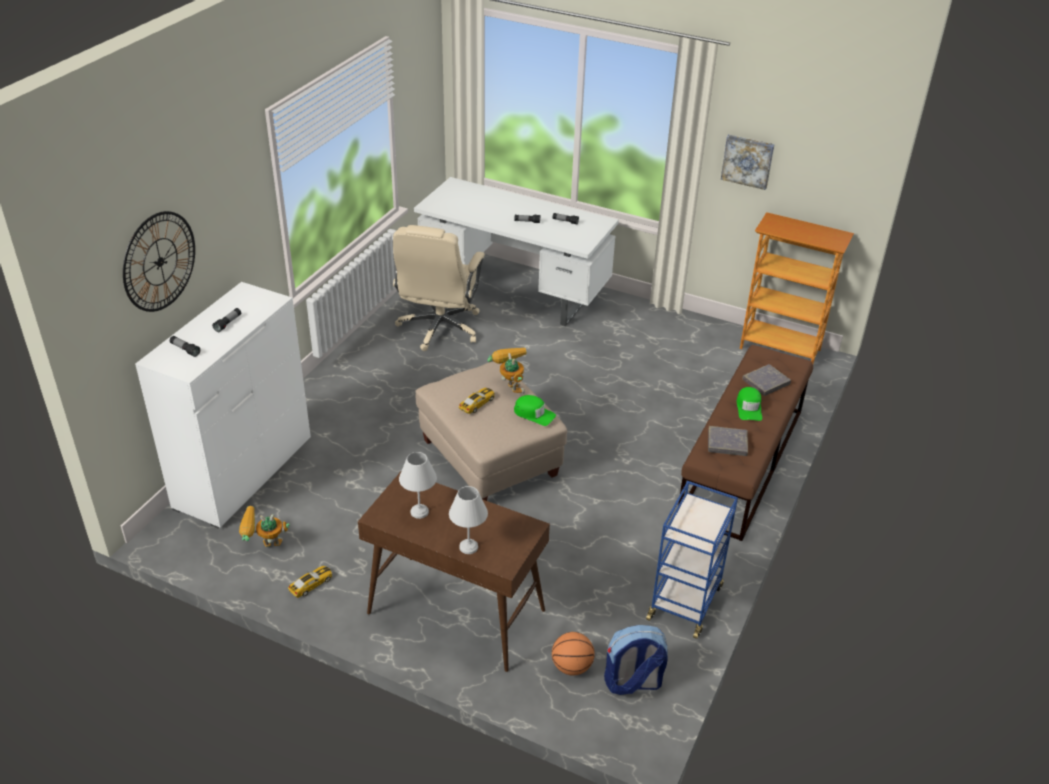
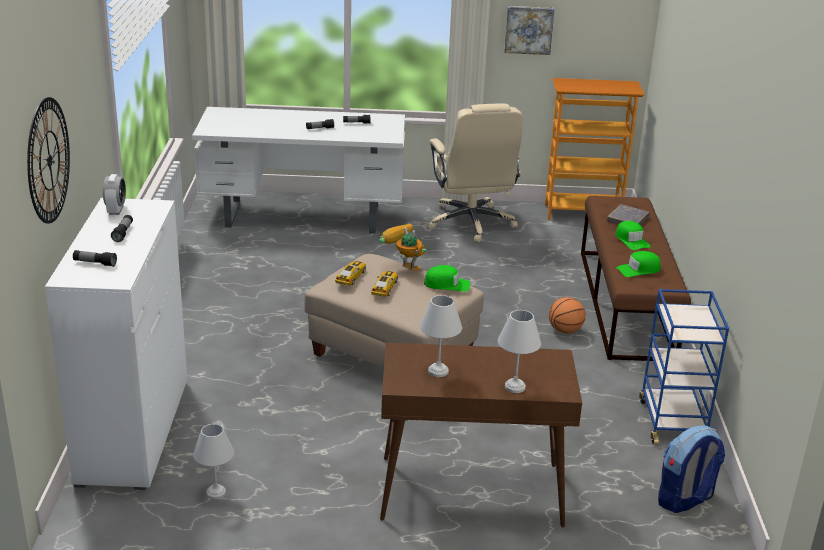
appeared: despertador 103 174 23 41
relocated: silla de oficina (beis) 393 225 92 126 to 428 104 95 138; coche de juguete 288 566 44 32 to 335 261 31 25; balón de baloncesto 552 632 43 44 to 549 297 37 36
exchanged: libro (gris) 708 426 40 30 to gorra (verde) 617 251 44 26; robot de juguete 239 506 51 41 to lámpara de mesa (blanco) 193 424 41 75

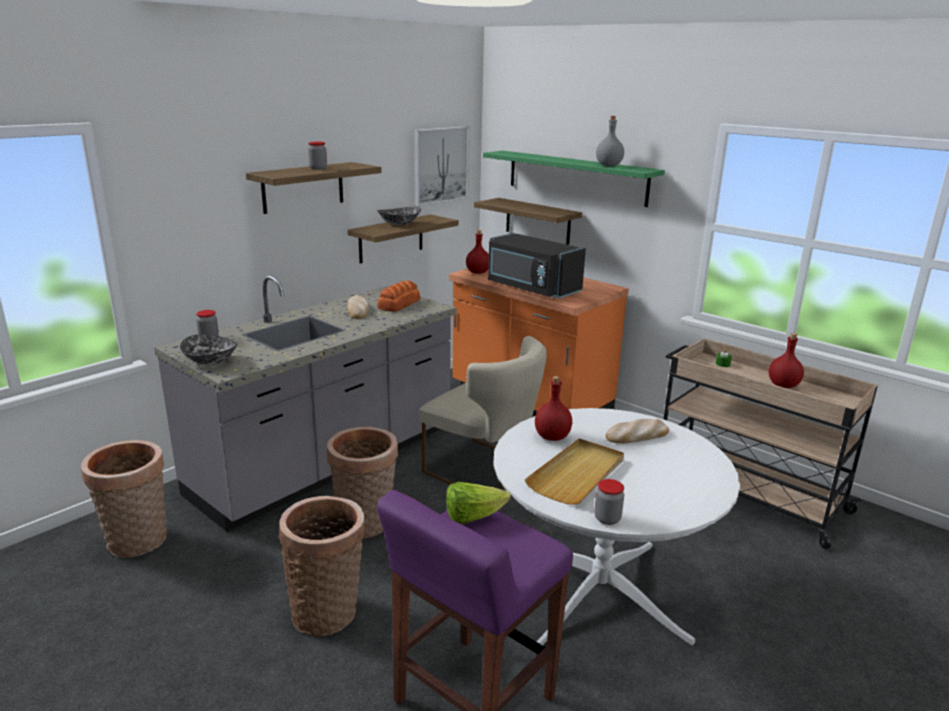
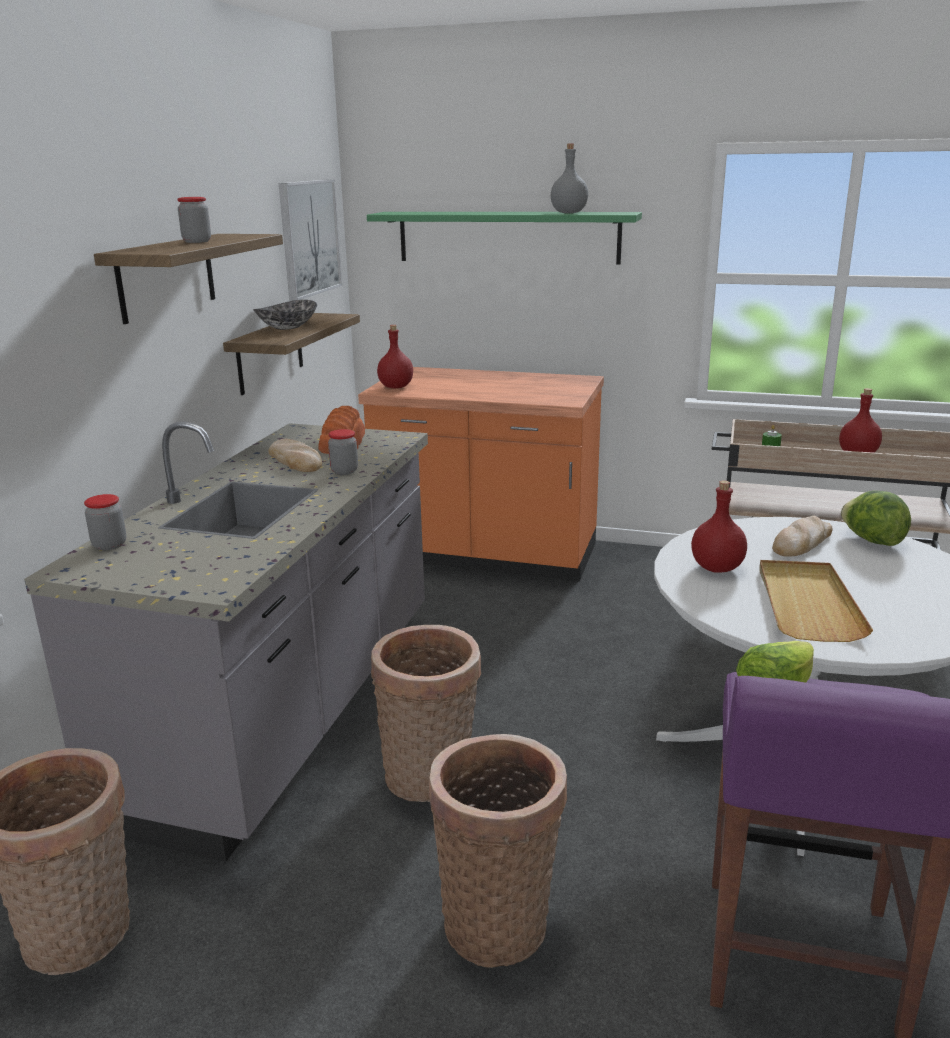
missing: estante 474 198 108 47; microondas (negro) 488 233 98 66; cuenco 180 334 57 31; silla (beis) 419 336 128 154
appeared: lechuga 841 491 70 55
relocated: tarro 594 479 30 46 to 328 429 30 46

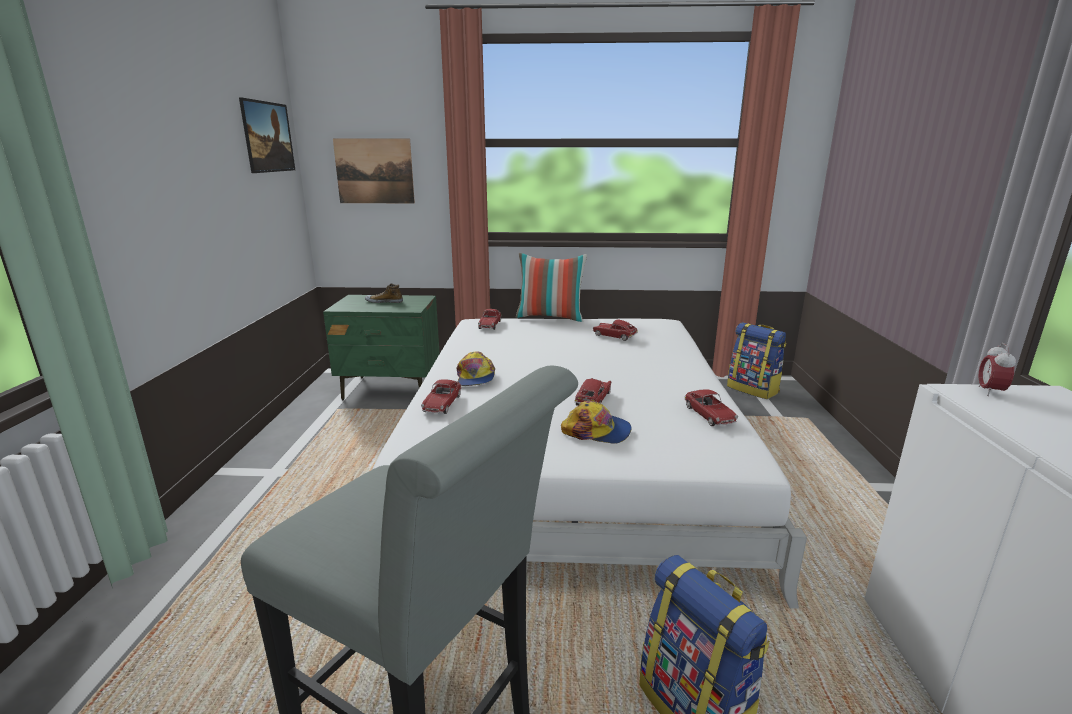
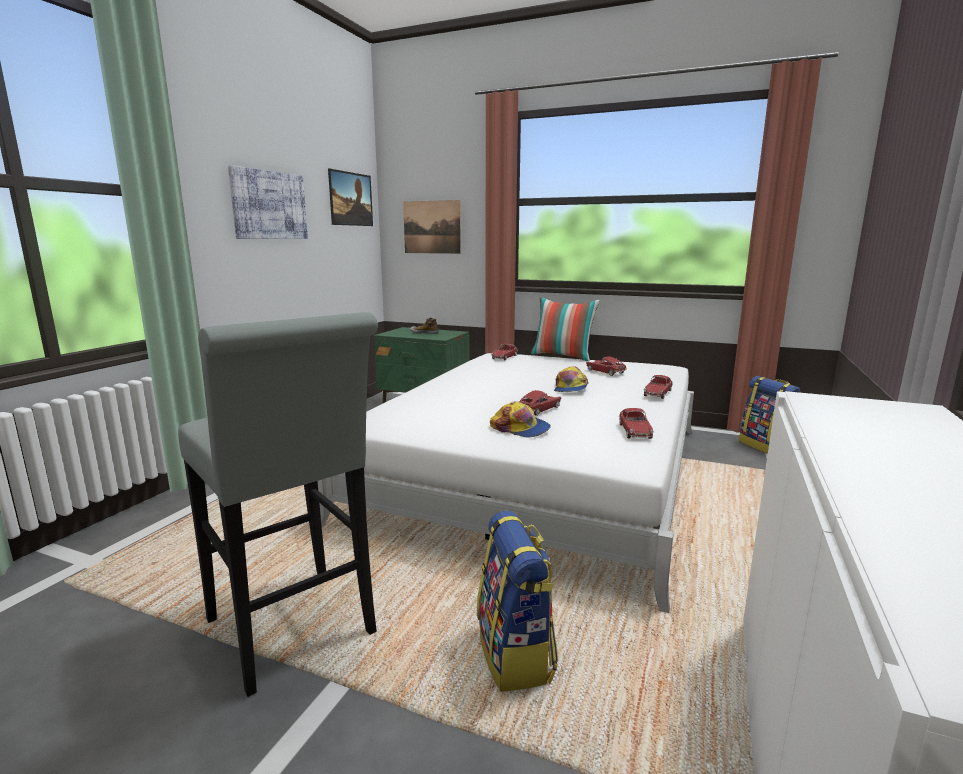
missing: despertador 979 343 37 53
appeared: cuadro 228 165 80 74
relocated: gorra 457 351 38 35 to 554 366 35 26; coche de juguete 421 379 41 35 to 644 375 29 24

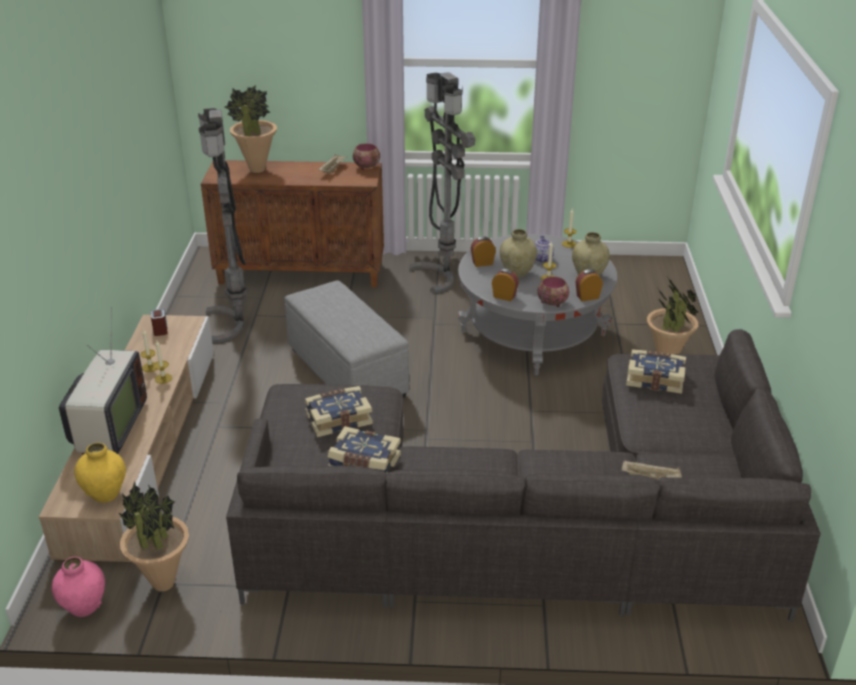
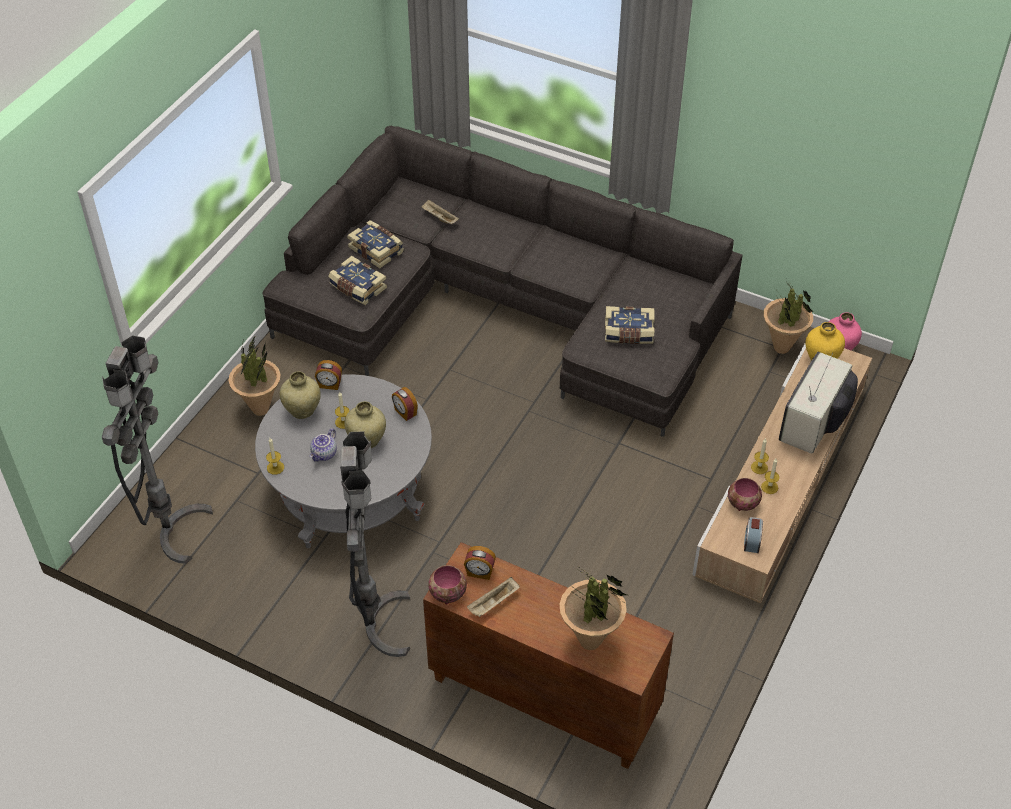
missing: puf (gris) 284 280 125 118
relocated: lámpara de pie (gris) 198 108 50 236 to 102 335 111 229; despertador 471 236 25 31 to 464 546 32 34; cuenco 538 276 31 31 to 728 478 34 33; libro 328 426 73 47 to 347 220 57 48

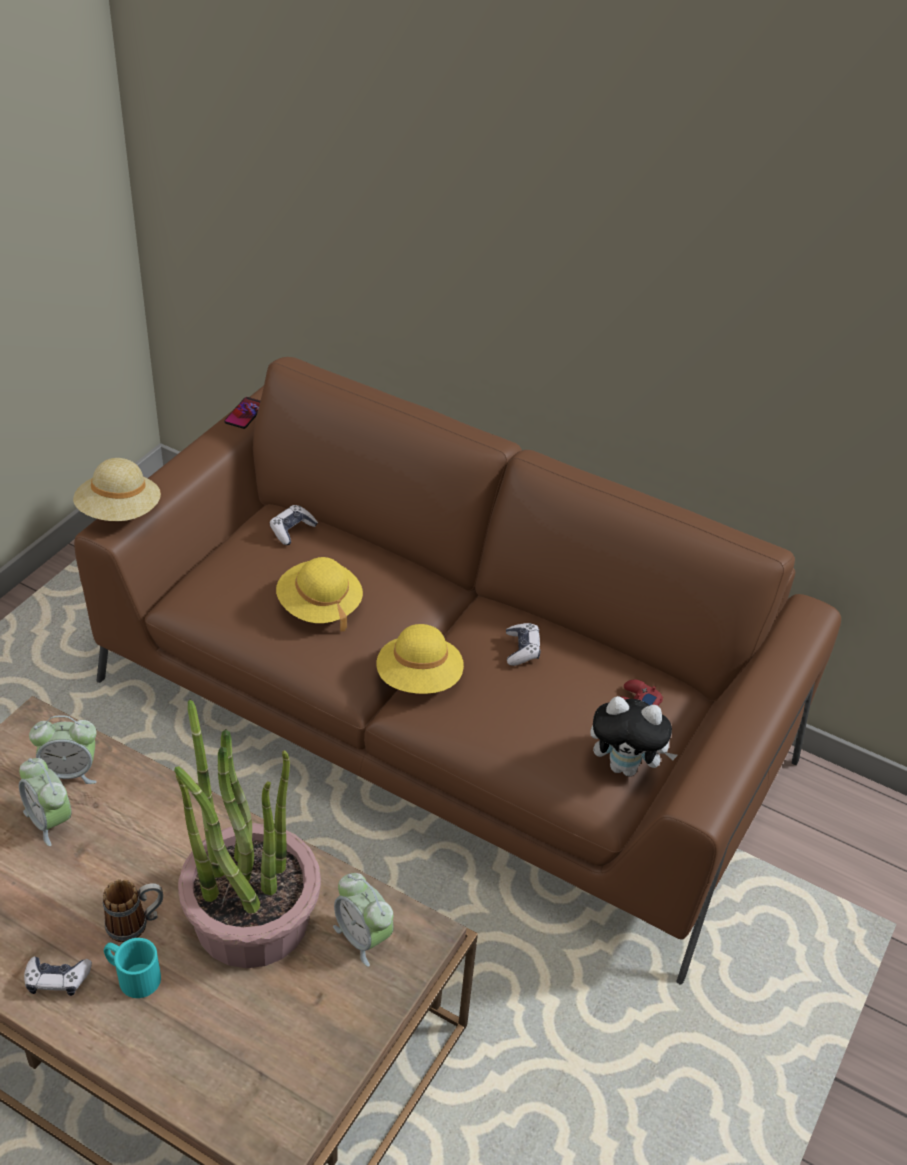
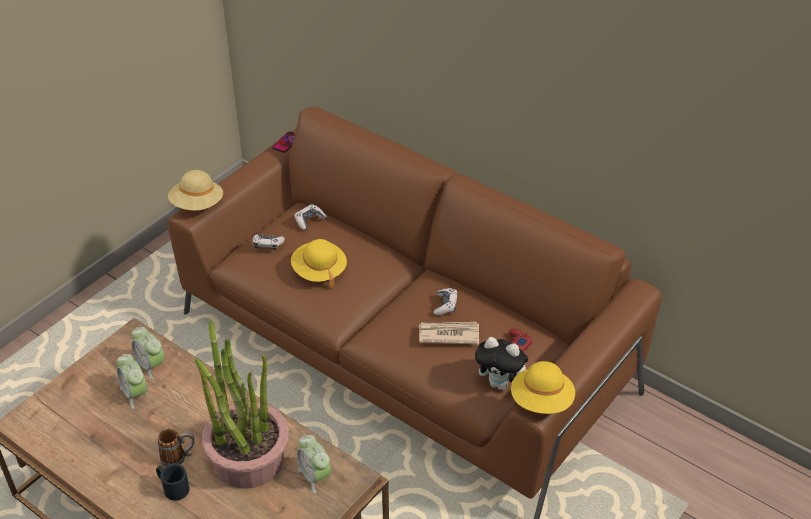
appeared: periódico 419 322 60 23
relocated: sombrero (amarillo) 377 624 87 70 to 511 361 64 53; mando de consola 24 956 68 40 to 252 234 33 16
colour: taza grande (turquesa) 104 938 57 60 to taza grande (negro) 156 464 34 37
spun: despertador 29 715 68 69 = 131 327 33 52 45 degrees clockwise

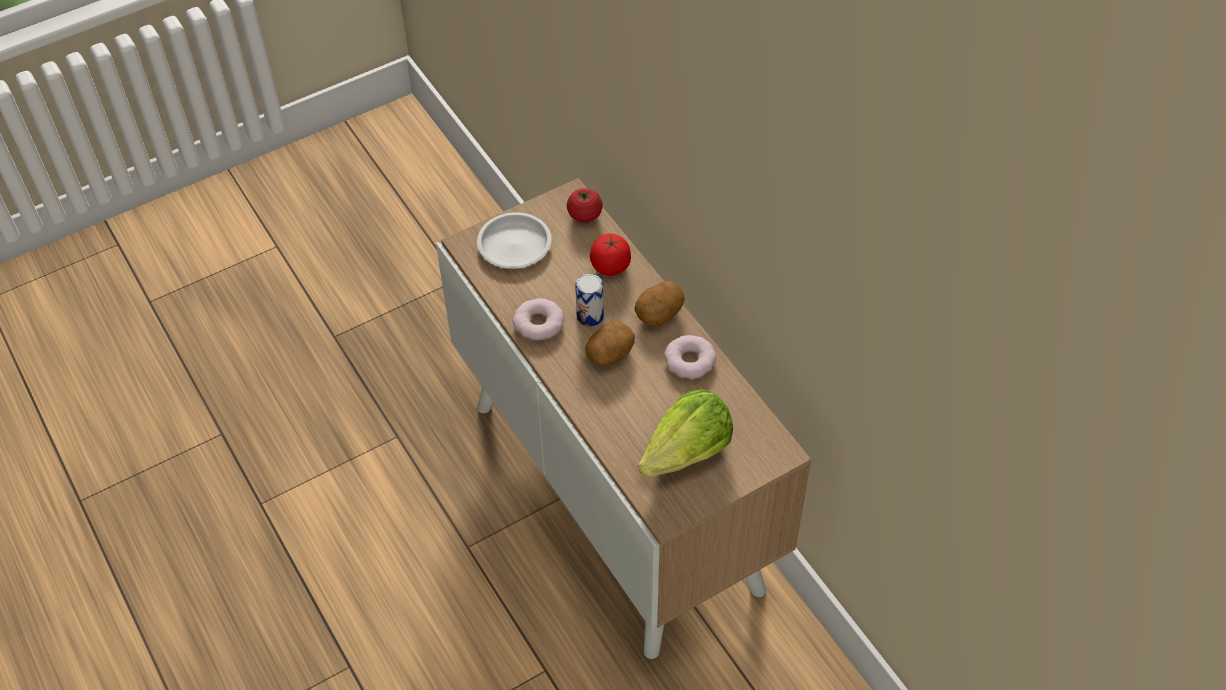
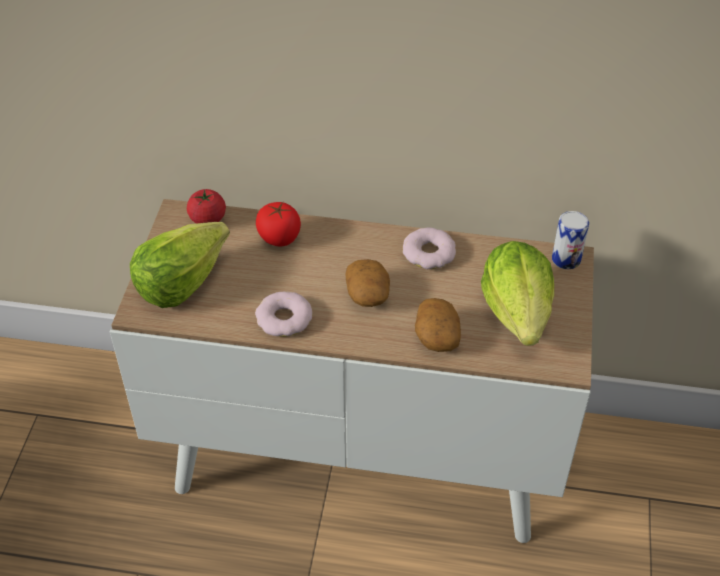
relocated: lata 575 274 29 53 to 552 211 37 58; patata 635 281 50 47 to 415 298 46 54
exchanged: plato (blanco) 477 213 74 56 to lechuga 130 222 100 86

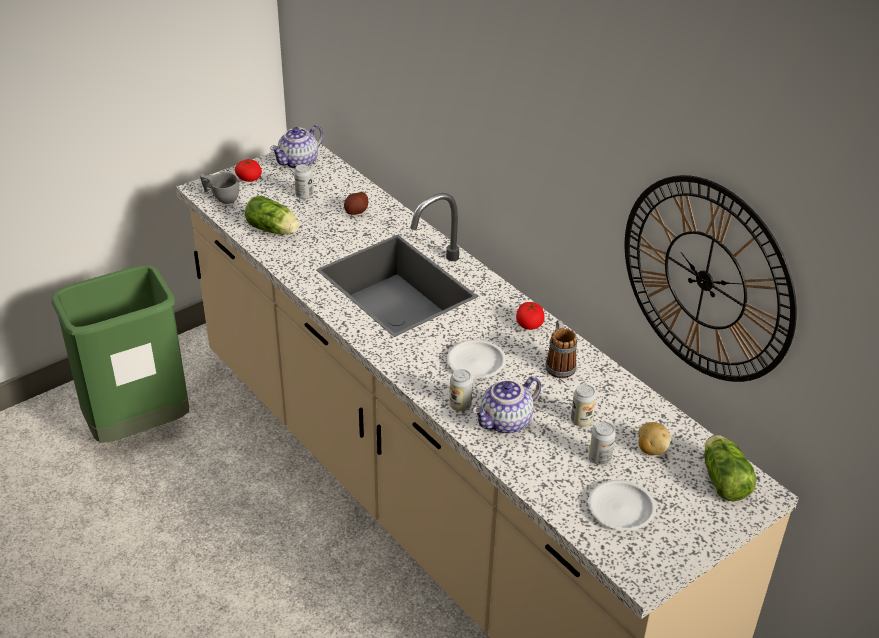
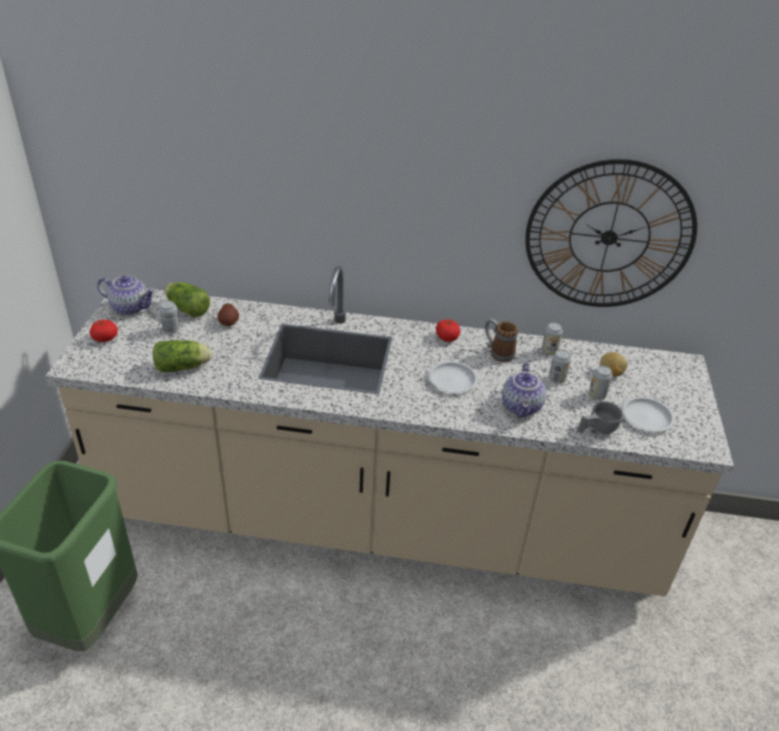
relocated: taza (gris) 200 172 39 32 to 577 401 46 33; lata 449 369 24 42 to 542 322 21 33; lechuga 704 435 53 66 to 164 282 46 35
spun: tetera 270 125 54 44 = 97 276 59 39 75 degrees counterclockwise

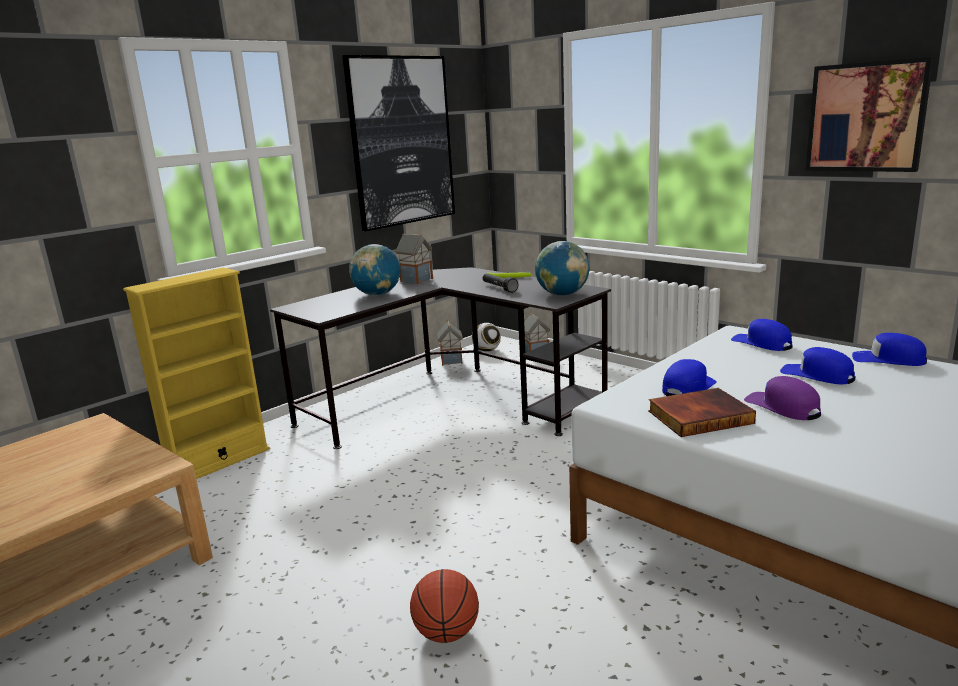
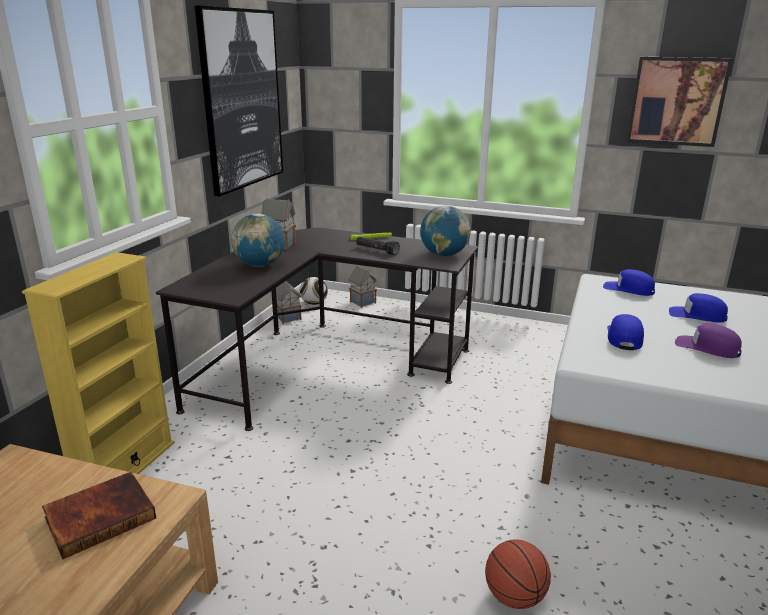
missing: gorra (azul) 852 333 75 33
relocated: libro 648 388 108 49 to 42 472 114 87

